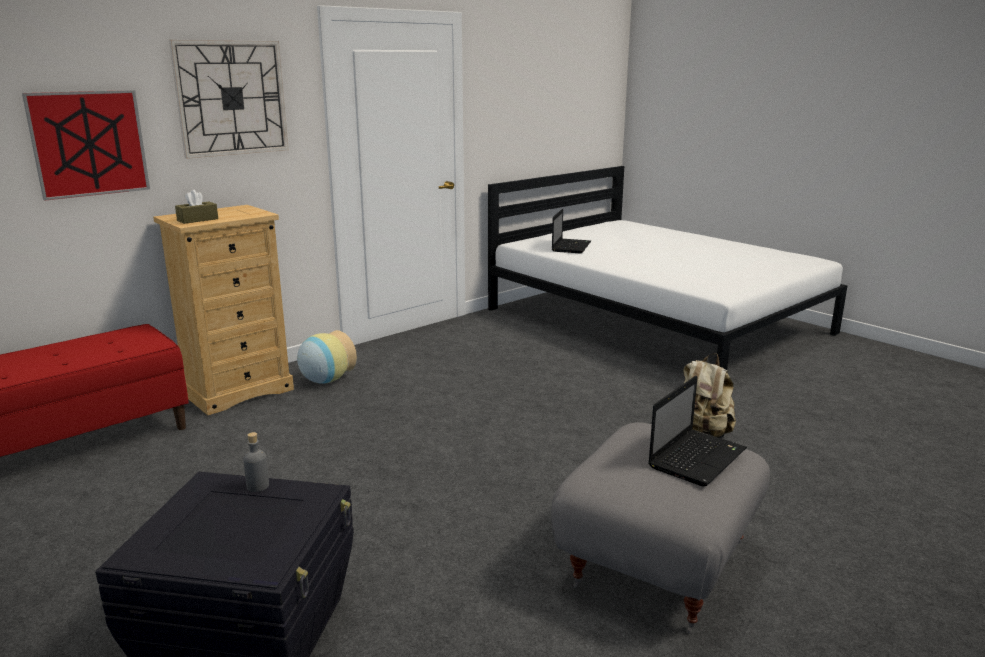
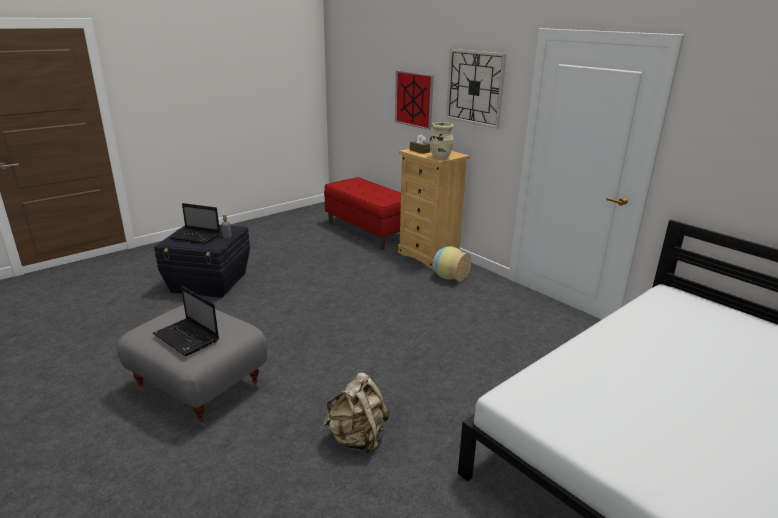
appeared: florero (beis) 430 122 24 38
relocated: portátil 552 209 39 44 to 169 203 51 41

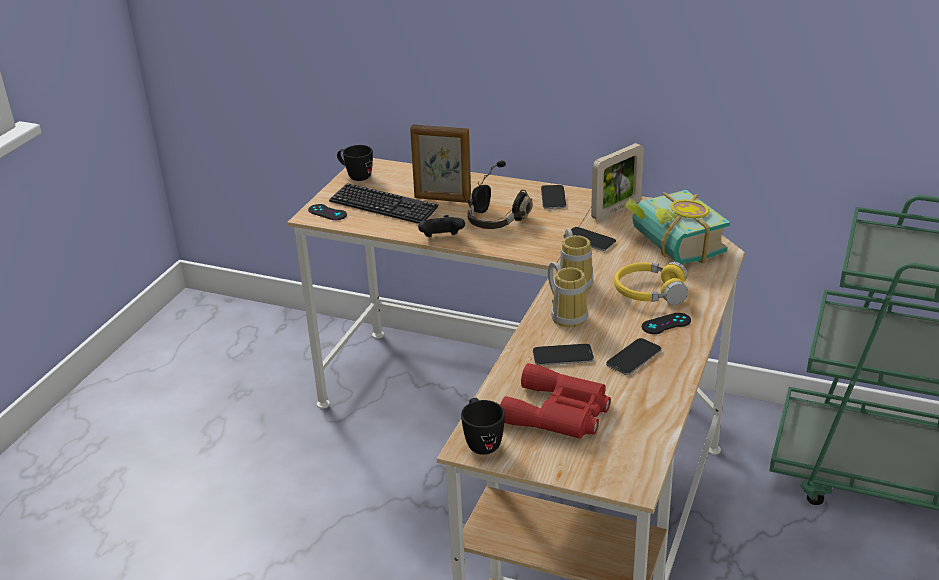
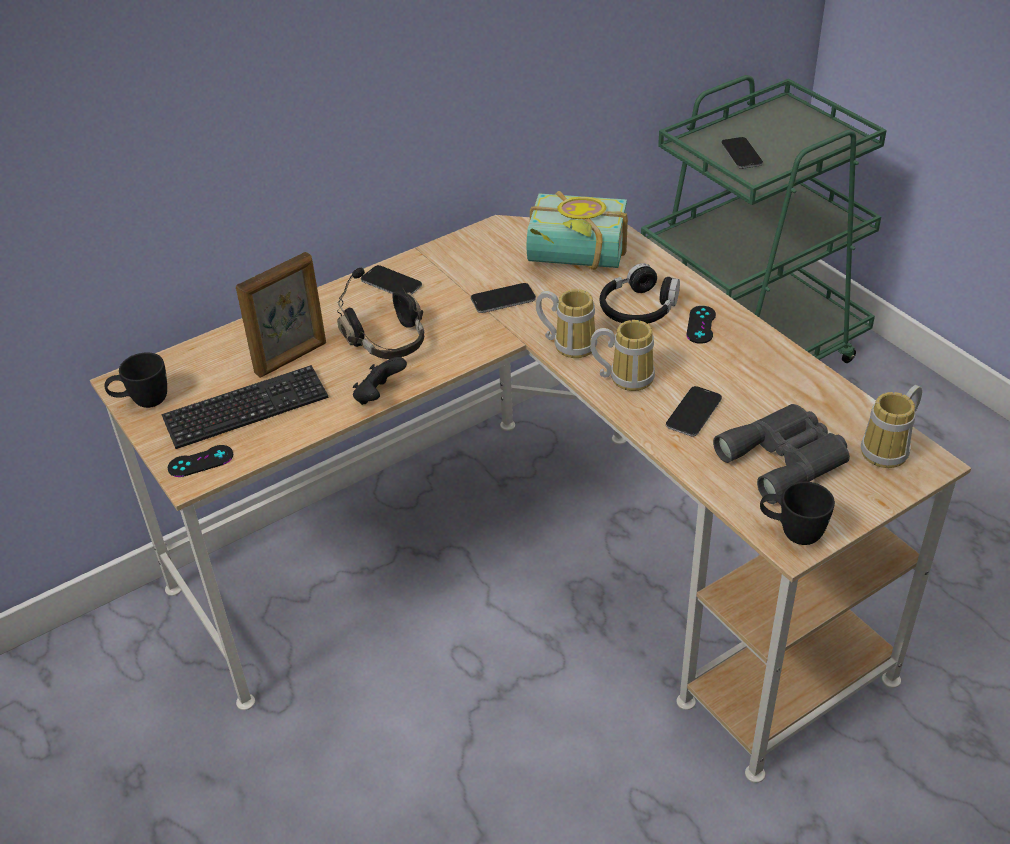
missing: portarretratos 591 143 53 78
appeared: taza grande 861 385 61 83
relocated: móvil 606 338 55 37 to 721 137 42 32
colour: auriculares (amarillo) 614 262 74 43 to auriculares (negro) 600 263 80 61; prismáticos (rojo) 500 363 111 76 to prismáticos (gris) 713 404 137 100

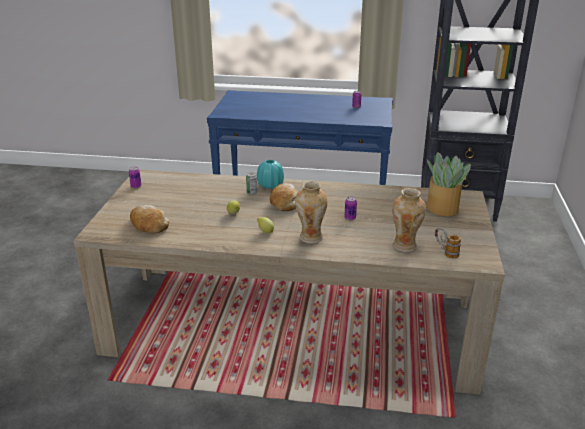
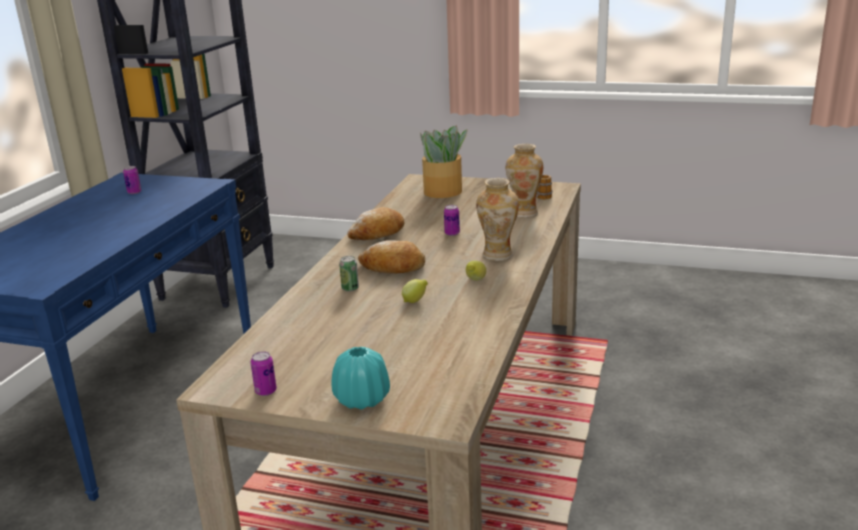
relocated: florero (turquesa) 257 160 27 29 to 331 347 59 63; pan 130 205 39 28 to 348 207 56 33

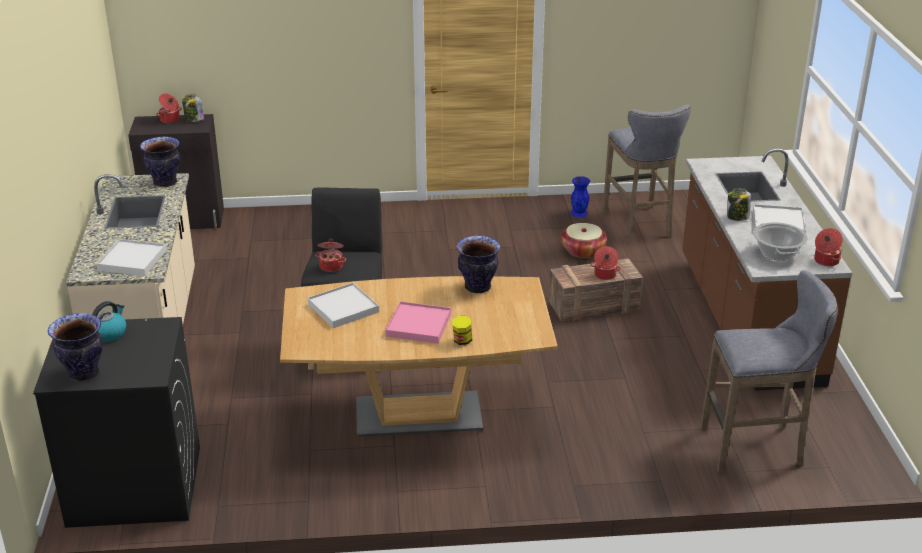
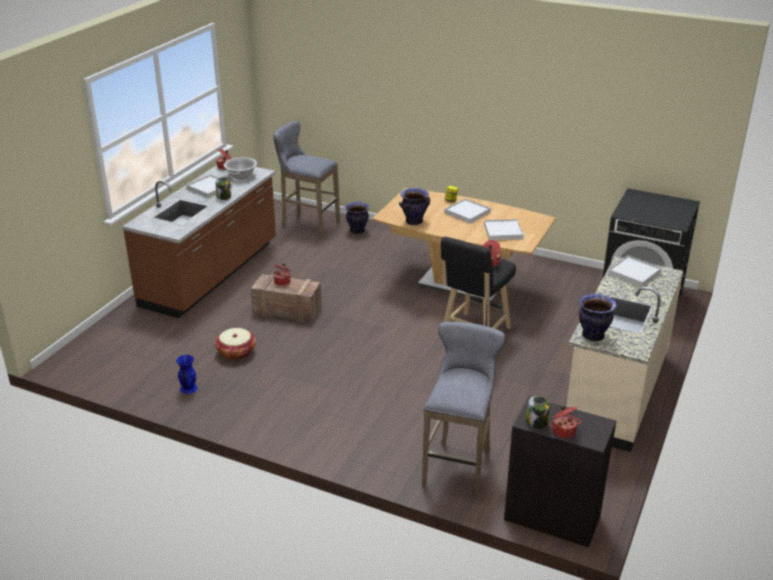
missing: hervidor 92 301 34 41
relocated: taburete (gris) 603 105 88 137 to 422 322 83 175; florero 48 313 55 68 to 345 202 24 32
colour: bandeja (rosa) 386 301 65 43 to bandeja (blanco) 445 198 46 25

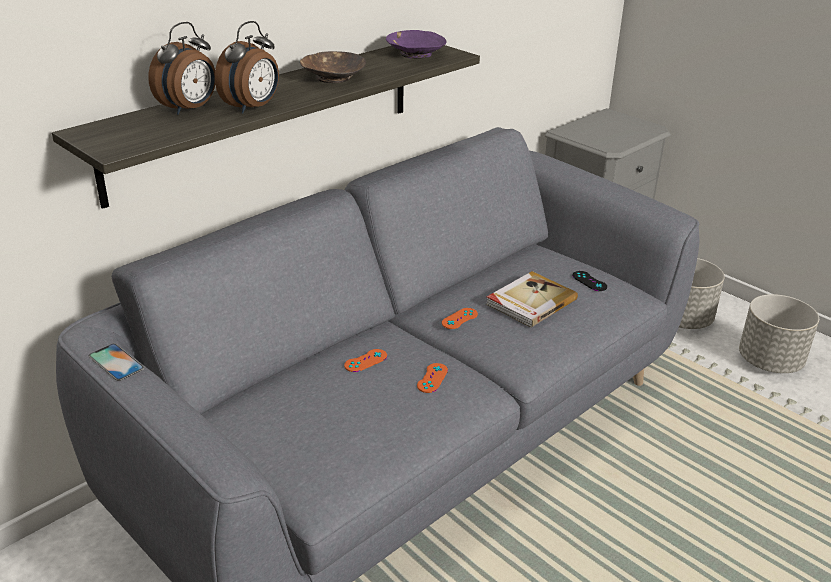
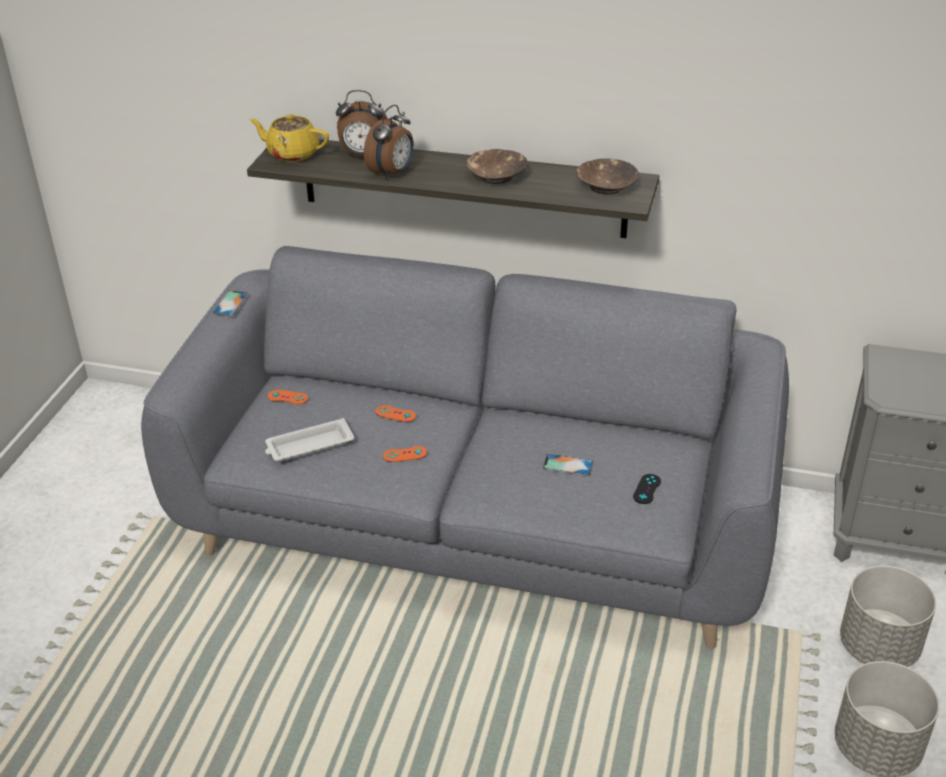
appeared: tetera (amarillo) 249 114 80 48; bandeja (blanco) 265 418 90 43
relocated: mando de consola (naranja) 442 308 36 21 to 268 390 40 15
exchanged: libro 486 271 92 57 to móvil 543 454 50 22
colour: cuenco (morado) 386 30 61 29 to cuenco (marrón) 576 158 63 36
spun: despertador 215 21 64 92 = 364 104 50 76 60 degrees counterclockwise

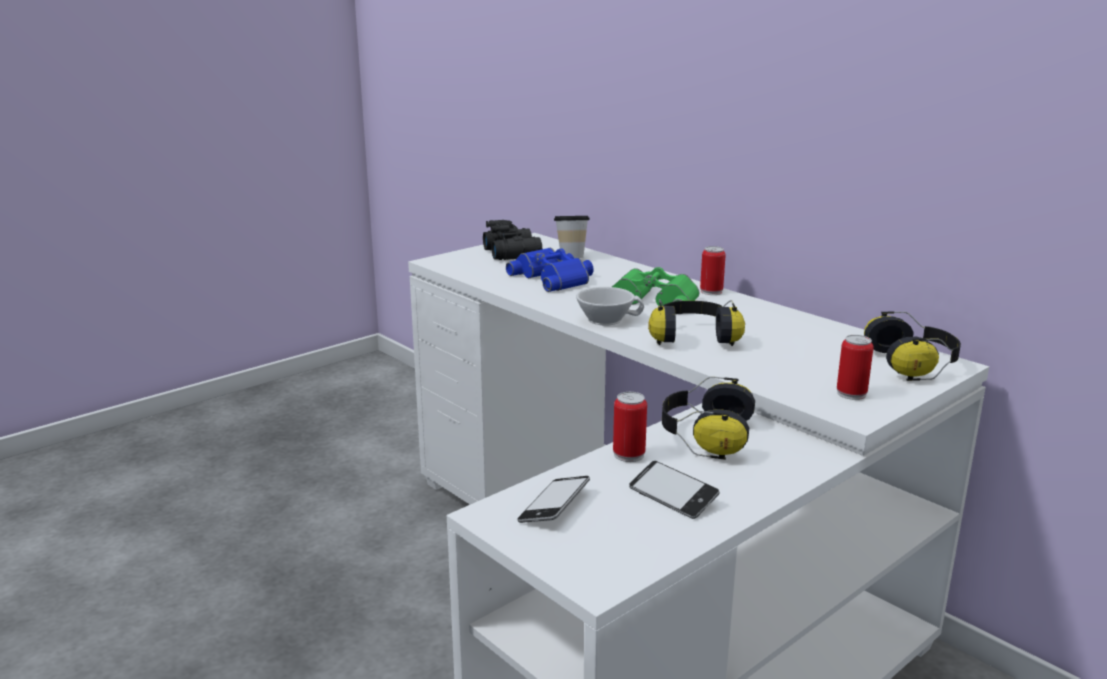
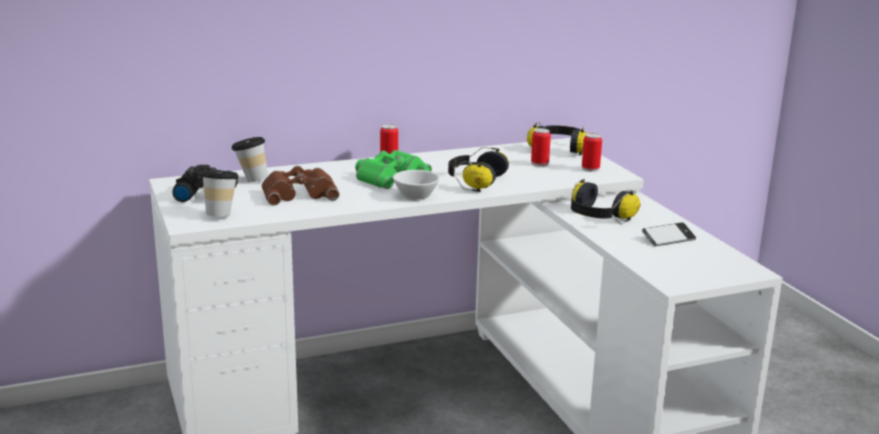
missing: móvil 518 476 72 47
appeared: taza 201 170 38 47
relocated: lata 613 392 34 70 to 531 128 20 39
colour: prismáticos (azul) 506 248 88 44 to prismáticos (marrón) 262 166 77 40

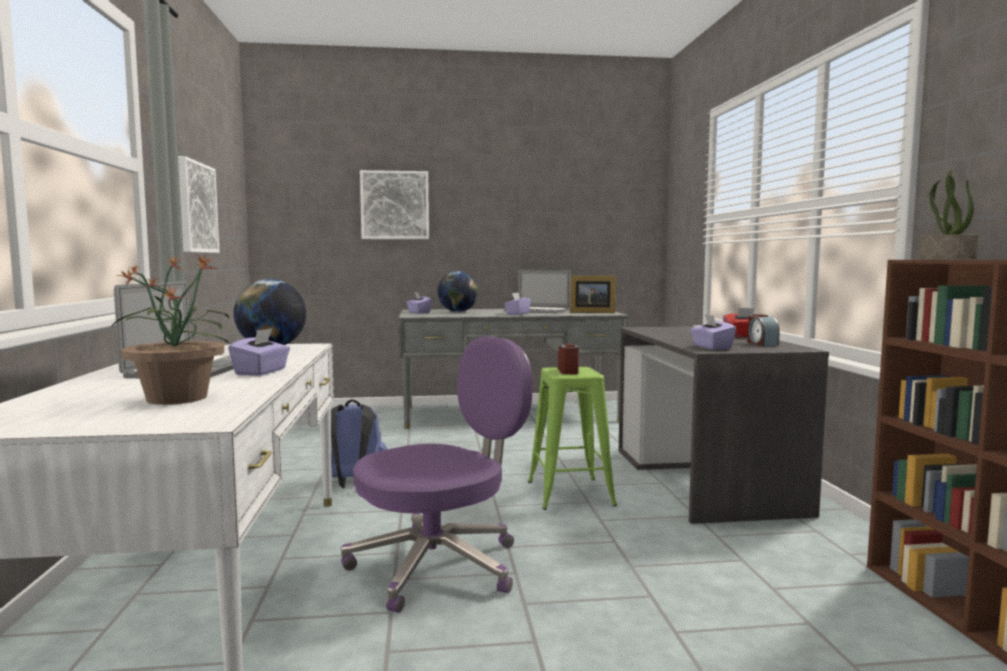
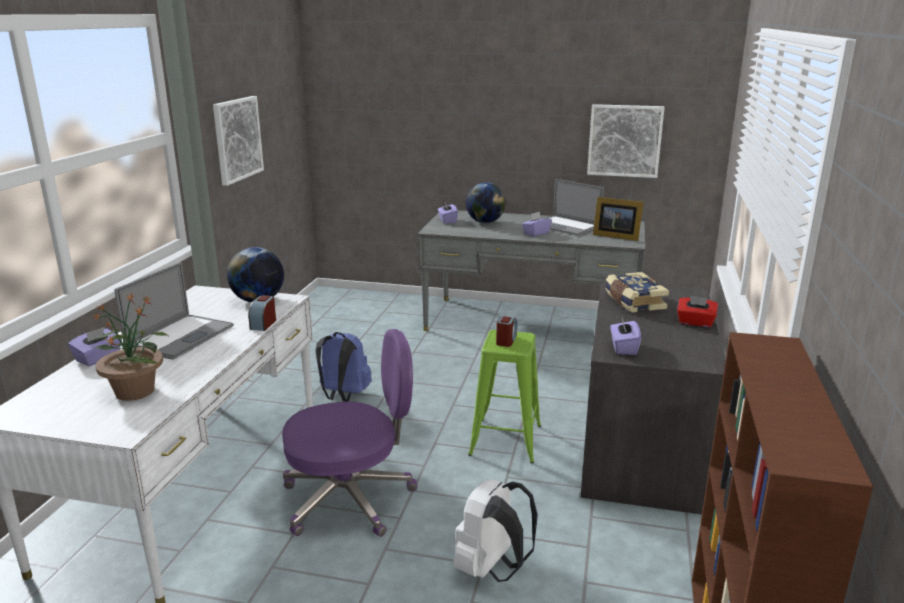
missing: planta en maceta 920 170 59 89
appeared: libro 605 272 64 41; mochila (blanco) 453 479 85 103
relocated: cuadro 360 170 69 69 to 587 104 78 74; despertador 748 314 32 32 to 248 295 28 36; caja de pañuelos (morado) 228 328 62 48 to 68 327 54 39

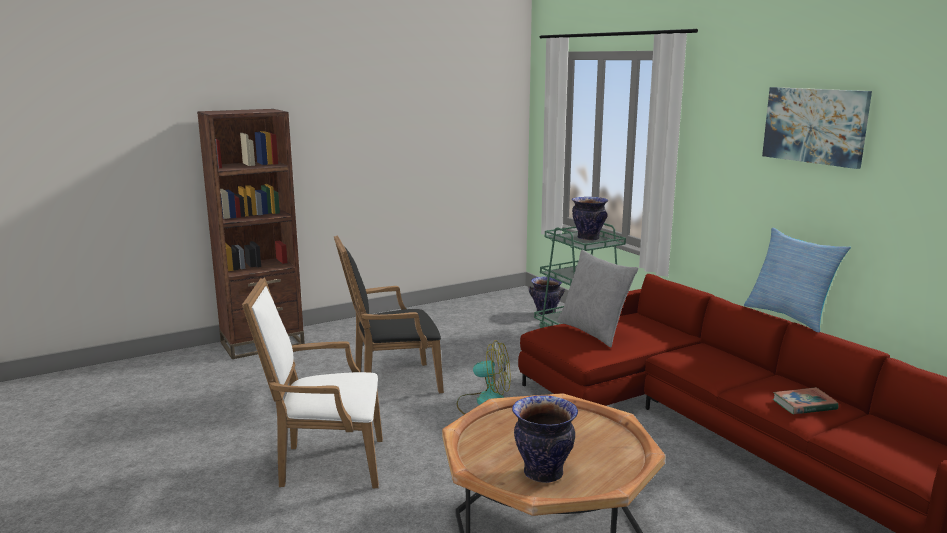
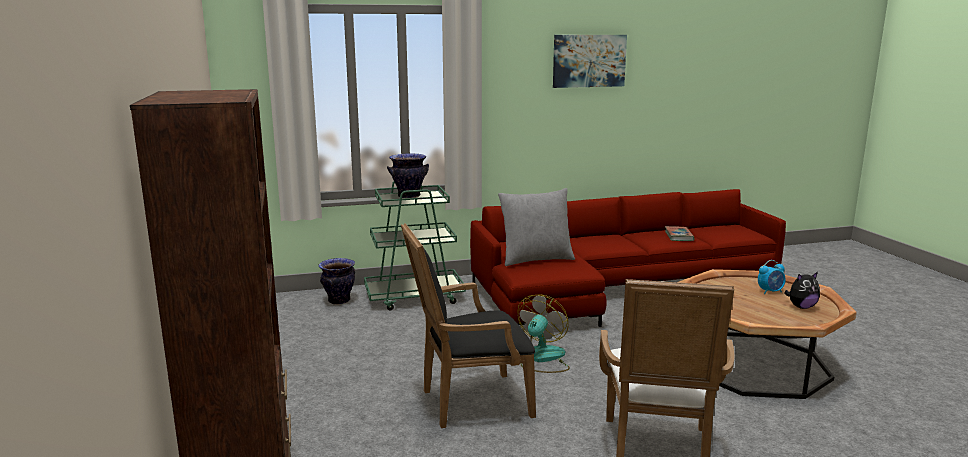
missing: cojín 744 228 107 105
appeared: despertador 758 260 28 34
exchanged: florero 512 395 66 88 to peluche 784 272 36 37
spun: sillón (negro) 334 235 110 159 = 401 223 135 205 75 degrees clockwise

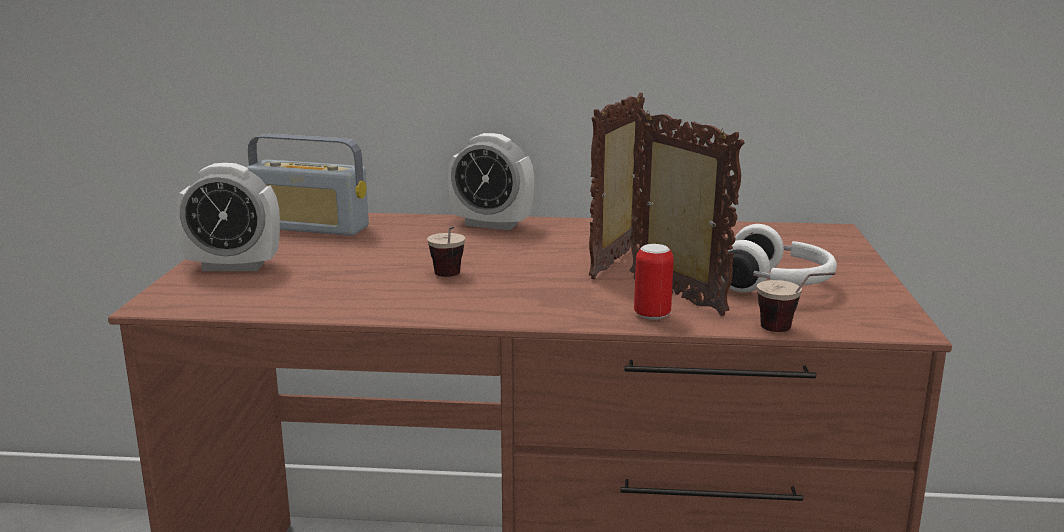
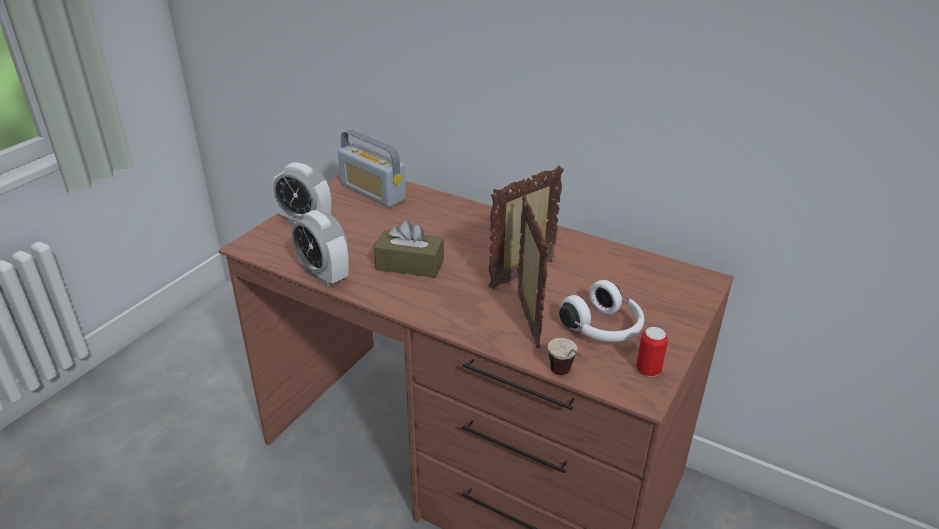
relocated: despertador 448 133 86 97 to 292 210 57 76; lata 634 244 40 76 to 636 327 32 50
exchanged: taza 427 227 38 50 to caja de pañuelos (marrón) 374 220 70 58

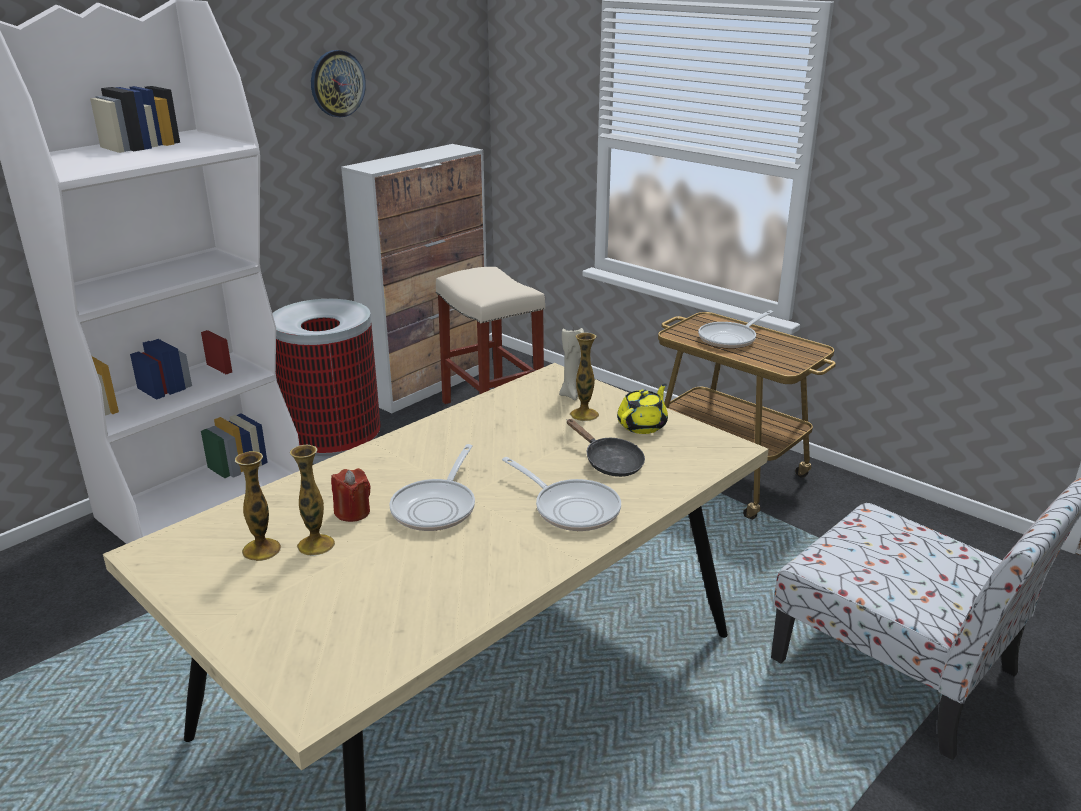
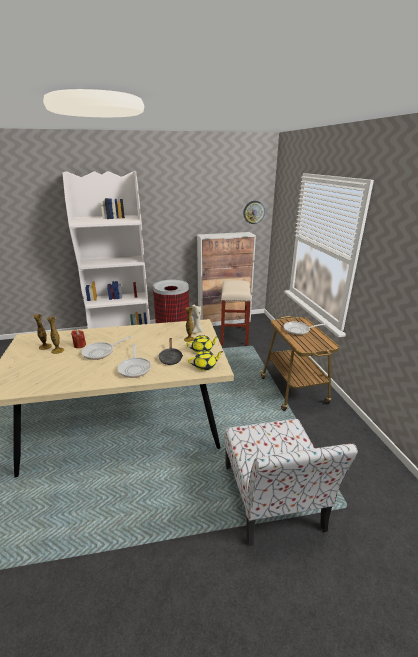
appeared: tetera (amarillo) 188 350 35 21
relocated: reloj de pared 311 50 55 67 to 243 201 22 23

